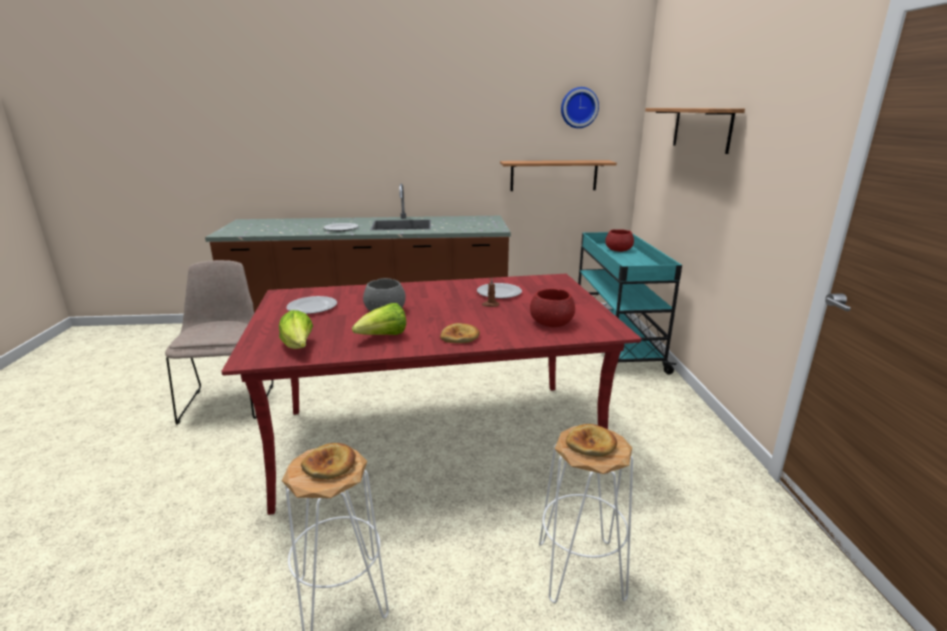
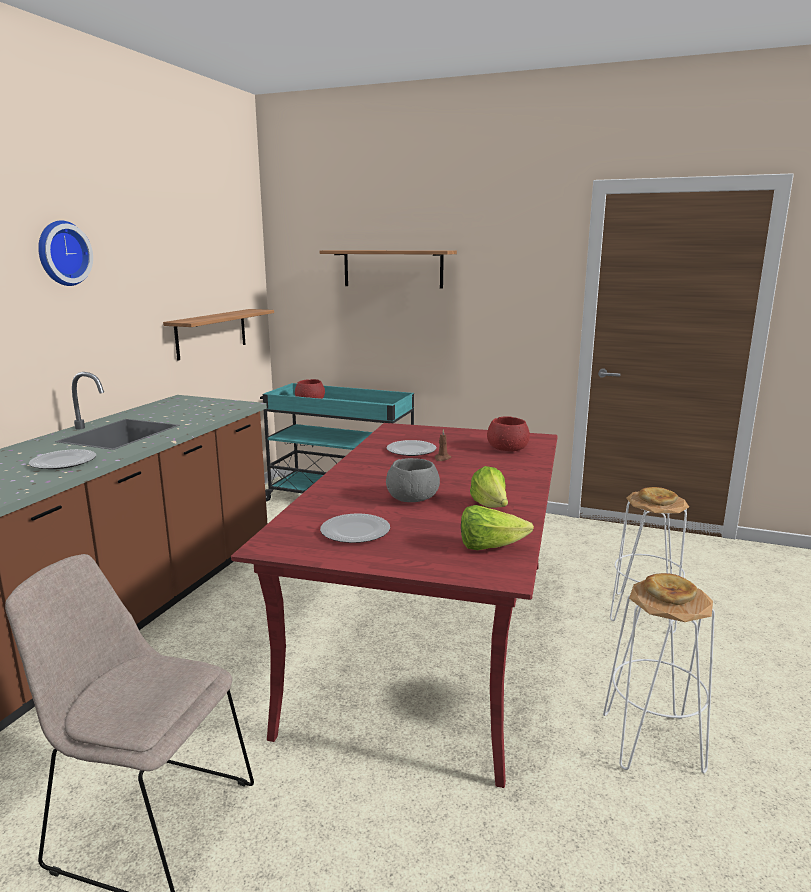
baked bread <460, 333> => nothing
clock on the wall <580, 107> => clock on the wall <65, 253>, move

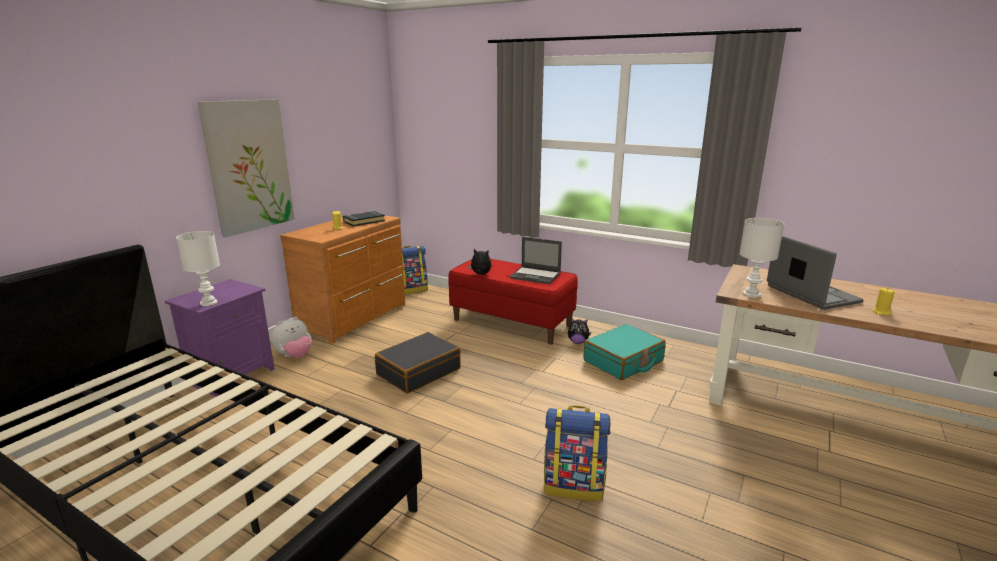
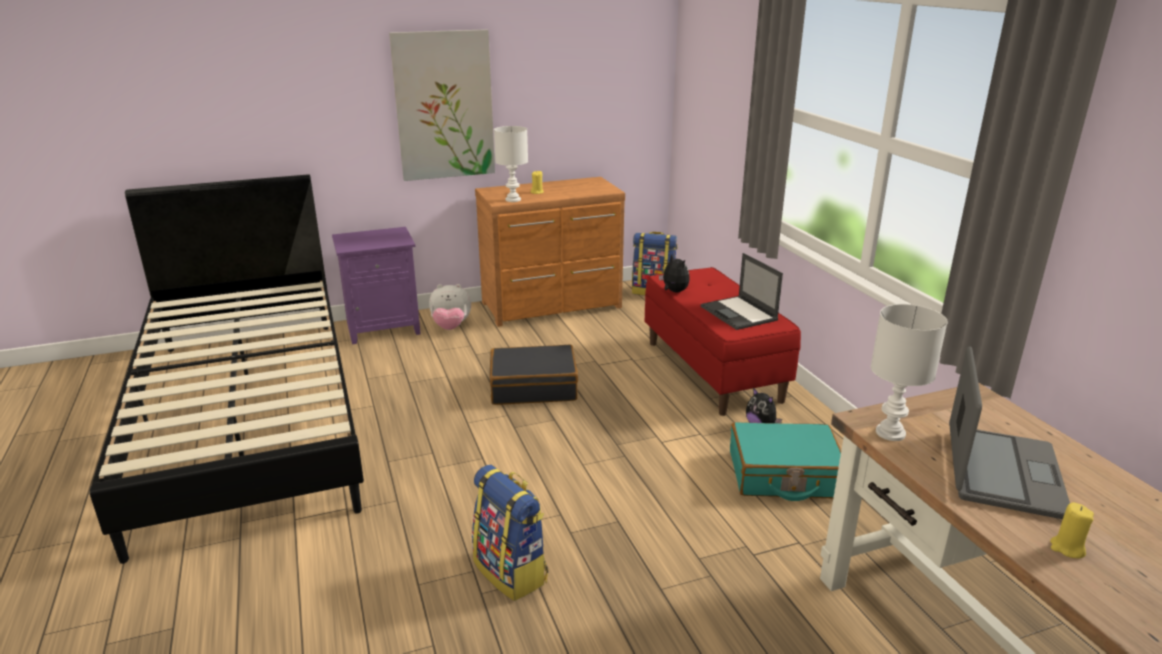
white-coloured tabletop lamp <198, 268> => white-coloured tabletop lamp <511, 164>, move
black-coloured volume <364, 219> => nothing

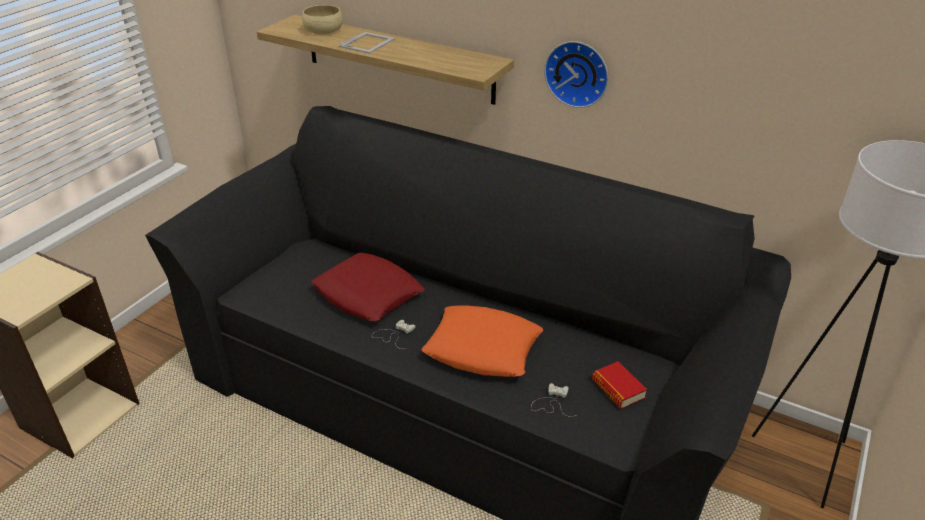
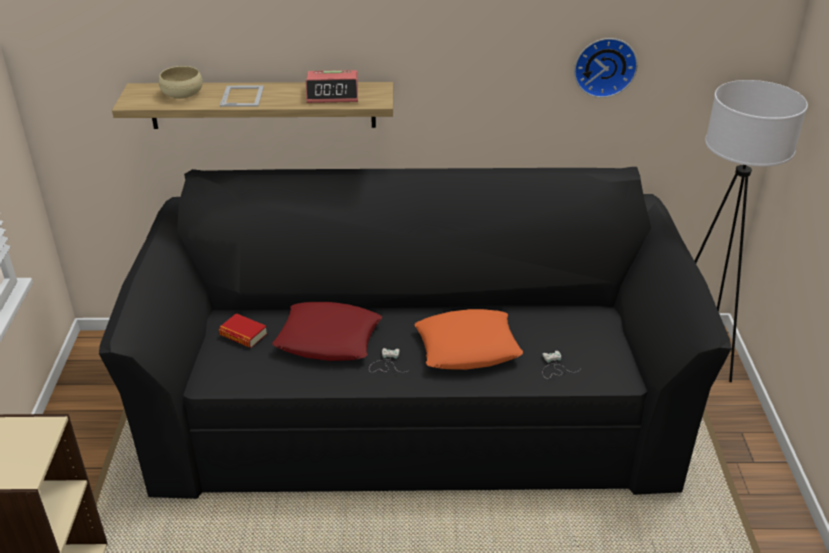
clock on the wall <576, 74> => clock on the wall <606, 68>, move
volume <619, 385> => volume <243, 330>, move
nothing => bedside clock <332, 86>

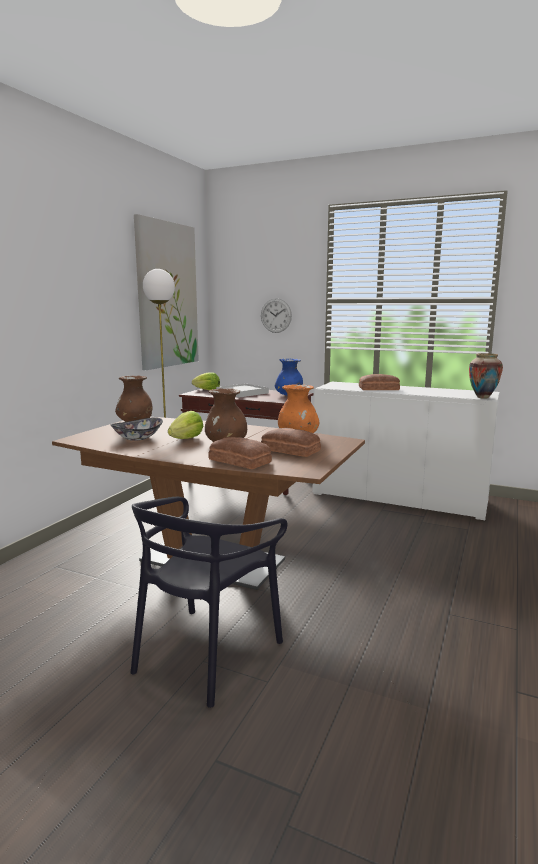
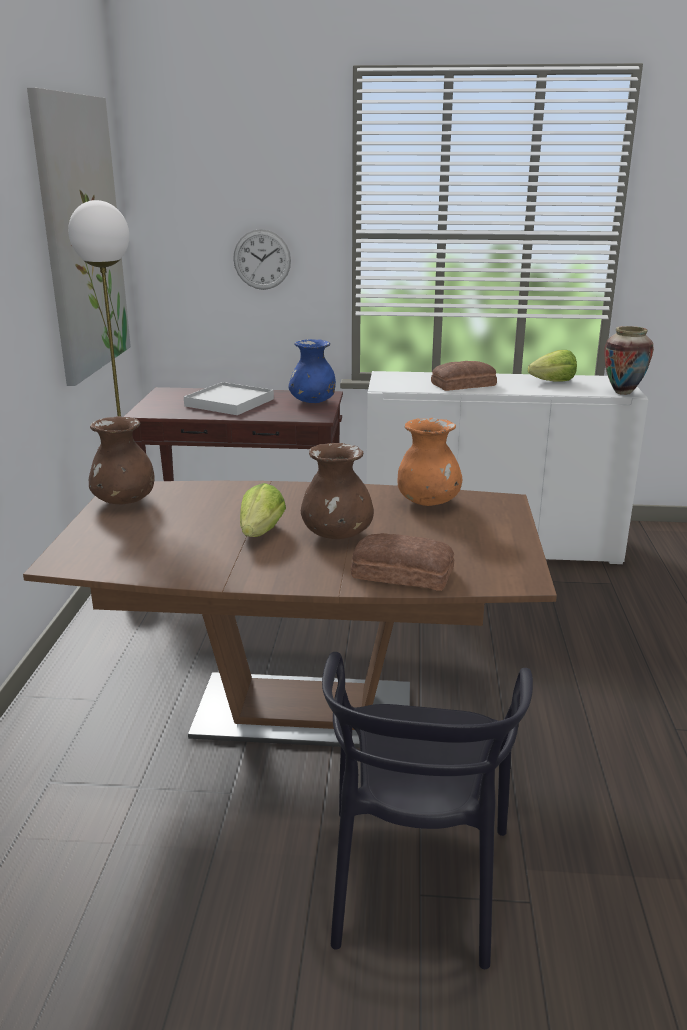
bowl <137, 429> => nothing
head of lettuce <206, 381> => head of lettuce <552, 366>, move
baked bread <291, 442> => nothing

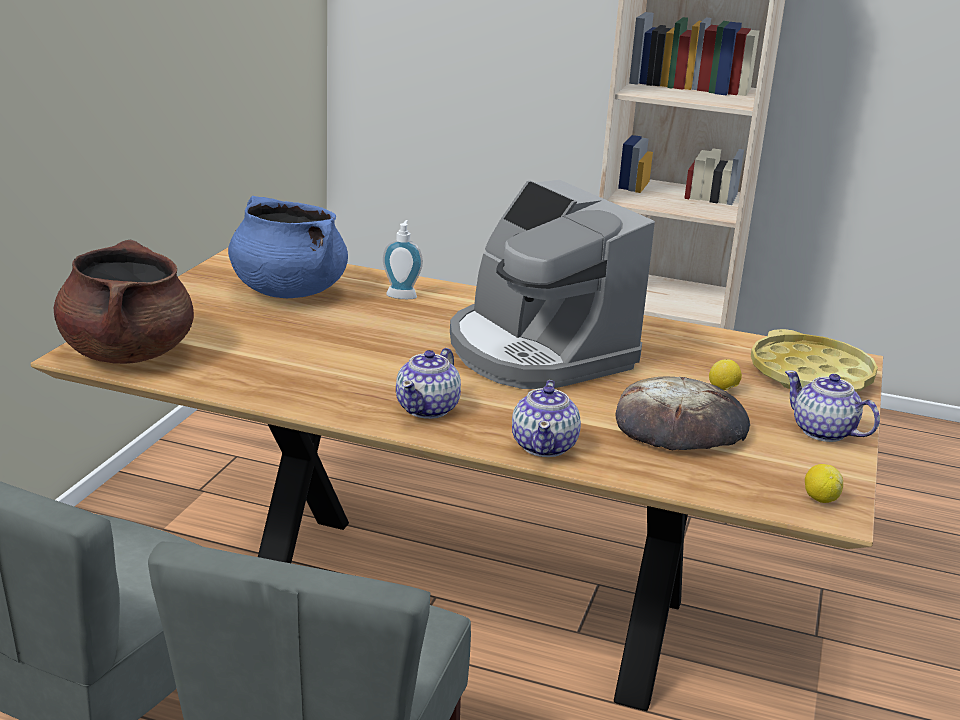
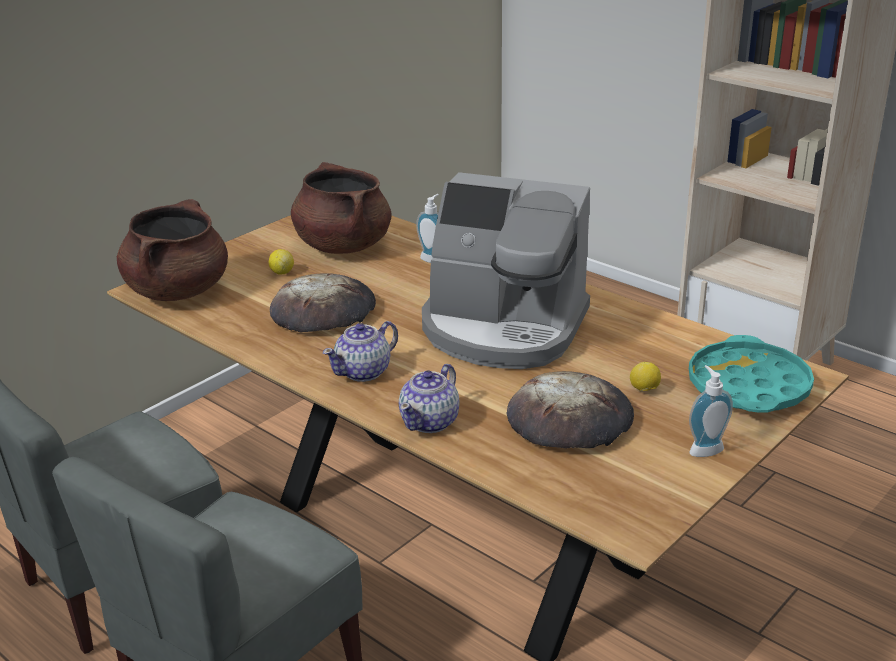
blue-coloured stockpot <288, 247> => brown-coloured stockpot <341, 208>
coffee brewer <552, 284> => coffee brewer <506, 270>, 60 degrees counterclockwise
yellowish carrying tray <814, 360> => blue-green carrying tray <751, 374>
tea pot <832, 406> => soap dispenser <711, 411>
citrus fruit <824, 483> => citrus fruit <281, 261>, move
nothing => baked bread <323, 302>

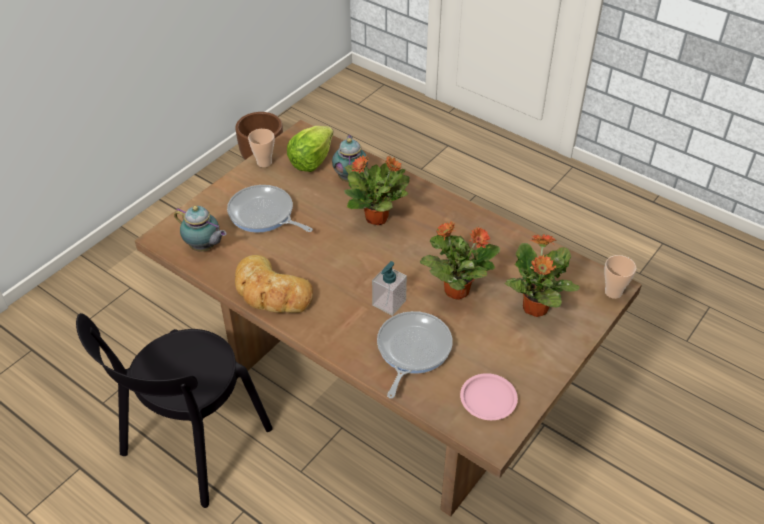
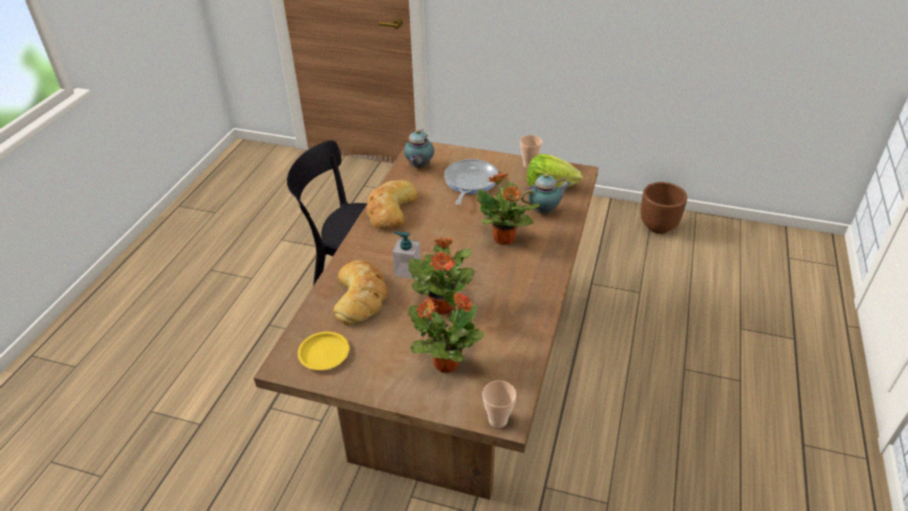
pan <415, 355> => baked bread <360, 292>
pink-coloured flat dish <489, 396> => yellowish flat dish <323, 351>

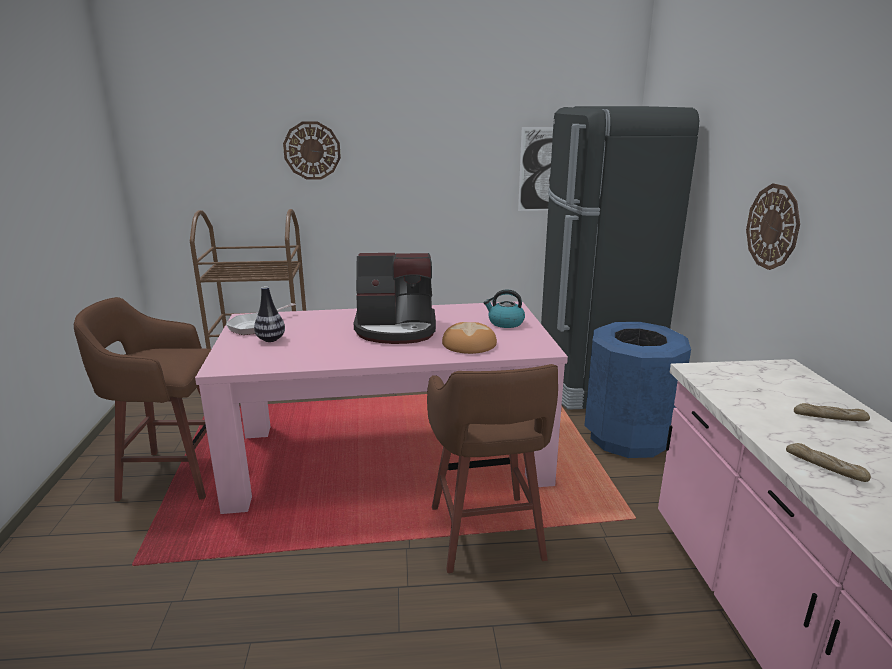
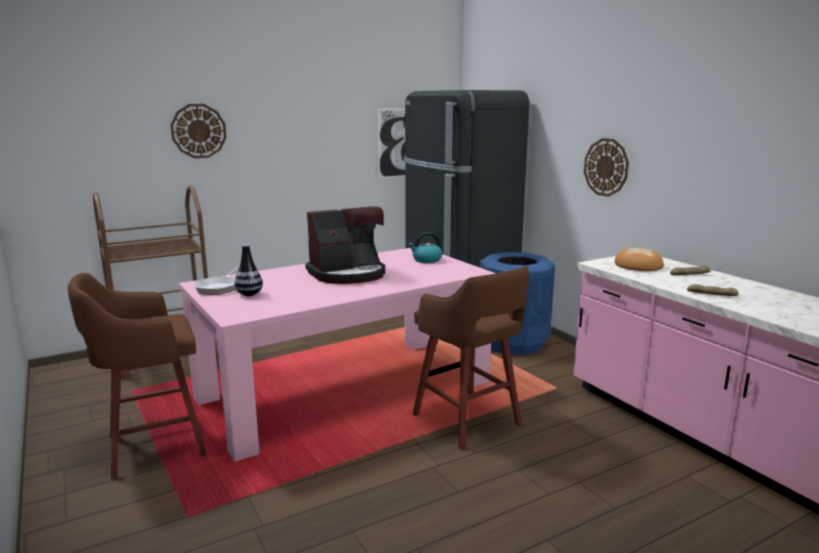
baked bread <469, 338> => baked bread <639, 259>, move

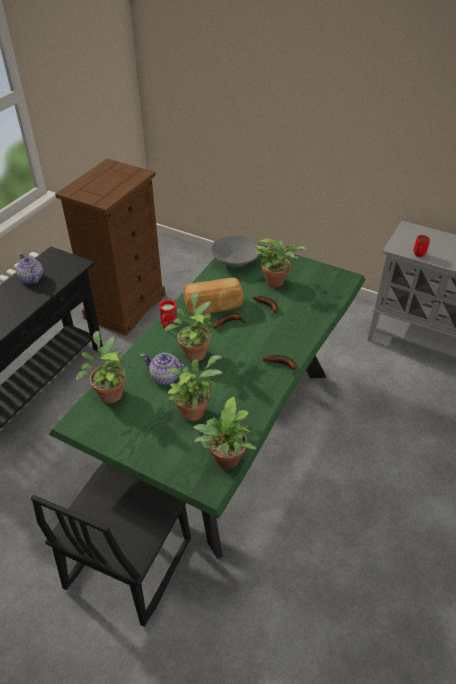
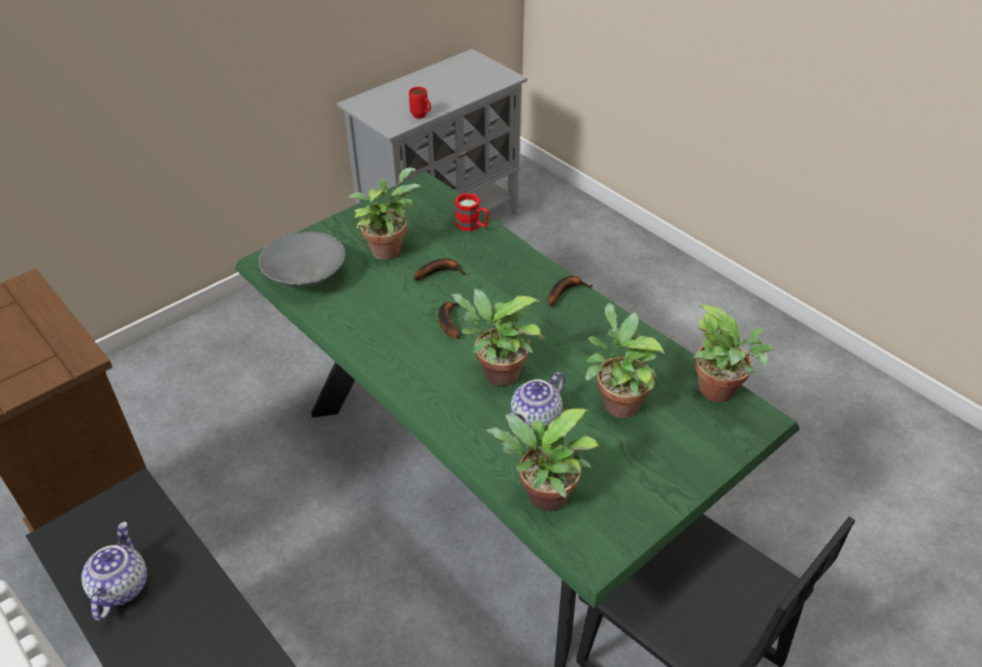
tea pot <29, 268> => tea pot <114, 571>, 105 degrees clockwise
reddish coffee mug <168, 313> => reddish coffee mug <472, 212>, move
baked bread <213, 296> => nothing

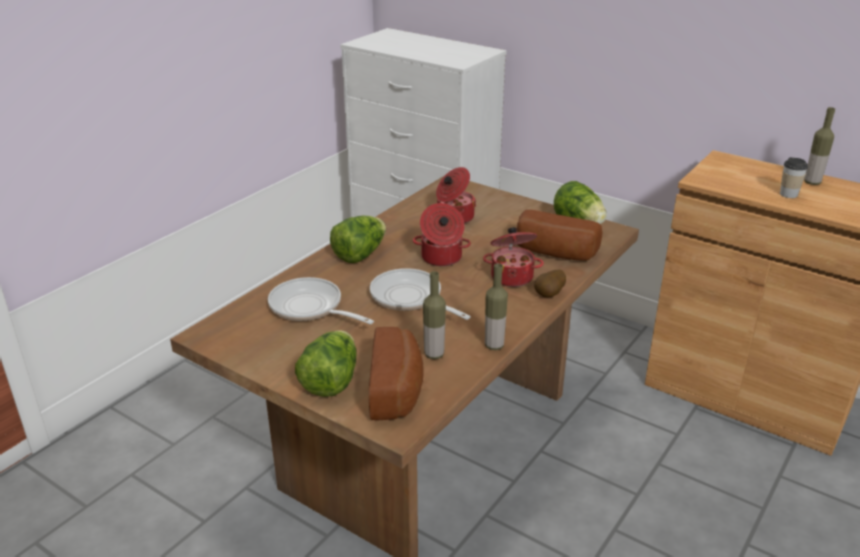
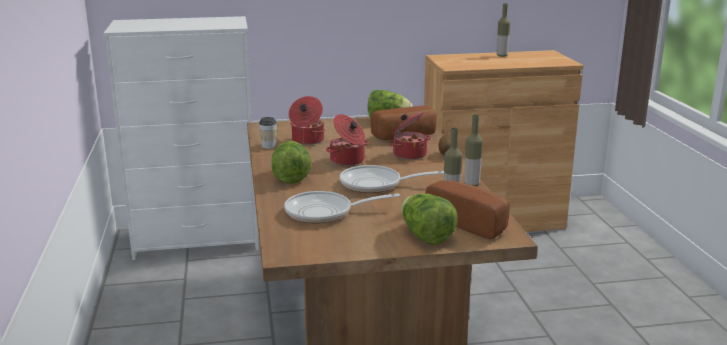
drinking cup <794, 177> => drinking cup <268, 133>, move

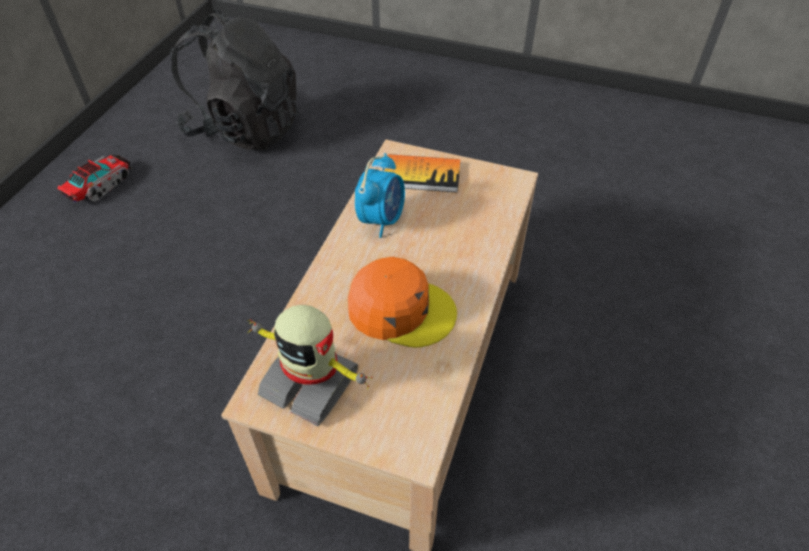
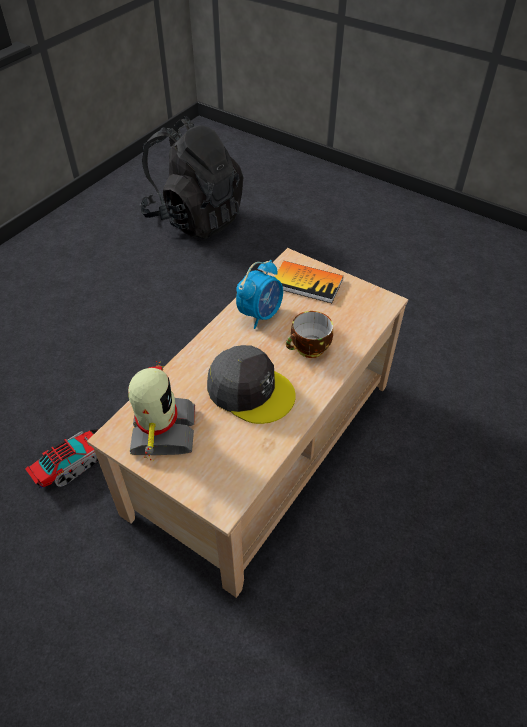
model truck <94, 178> => model truck <62, 458>, move
robot figure <310, 366> => robot figure <161, 411>, 135 degrees counterclockwise
orangey cap <402, 302> => gray cap <251, 384>
nothing => drinking cup <309, 334>

